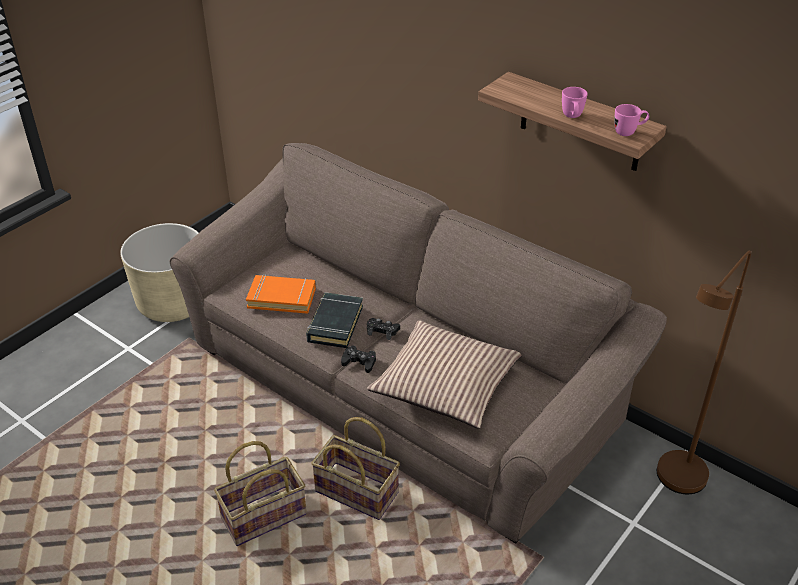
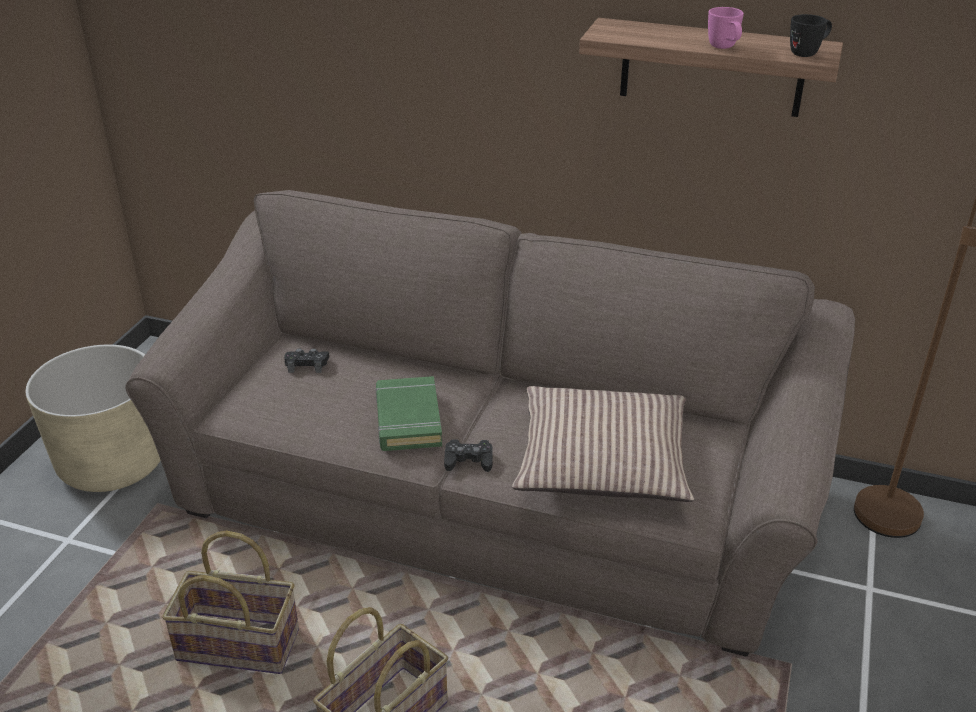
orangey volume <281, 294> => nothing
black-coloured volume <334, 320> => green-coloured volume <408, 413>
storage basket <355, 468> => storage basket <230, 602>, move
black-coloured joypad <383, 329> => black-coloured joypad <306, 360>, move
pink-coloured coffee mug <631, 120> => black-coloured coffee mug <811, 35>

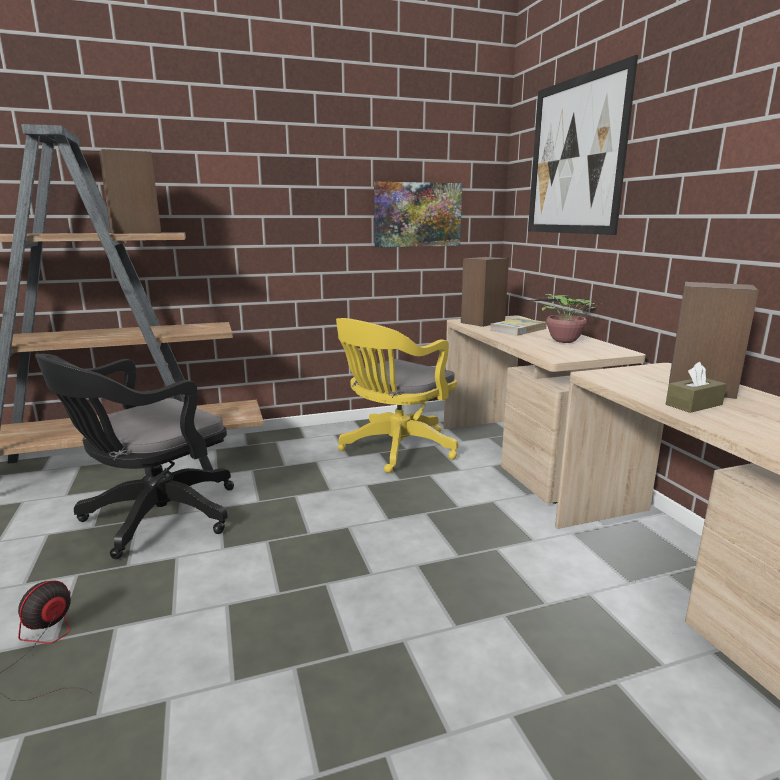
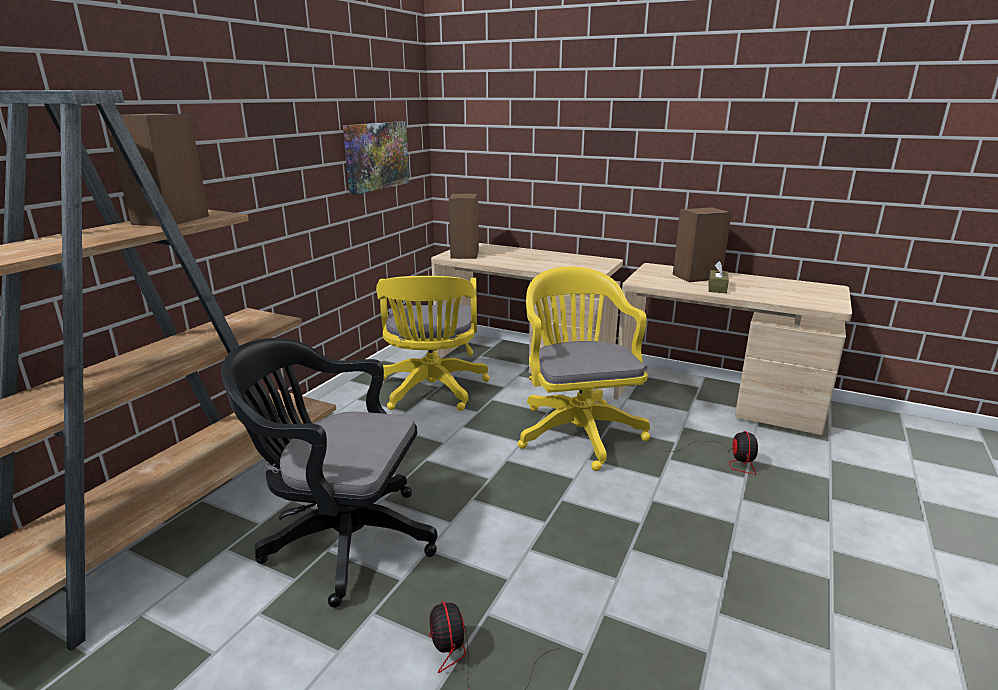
black-coloured desk chair <134, 456> => black-coloured desk chair <329, 473>, 105 degrees clockwise
volume <518, 327> => nothing
plant in a pot <563, 318> => nothing
wall picture <583, 145> => nothing
nothing => yellowish desk chair <584, 369>
nothing => electric fan <713, 453>

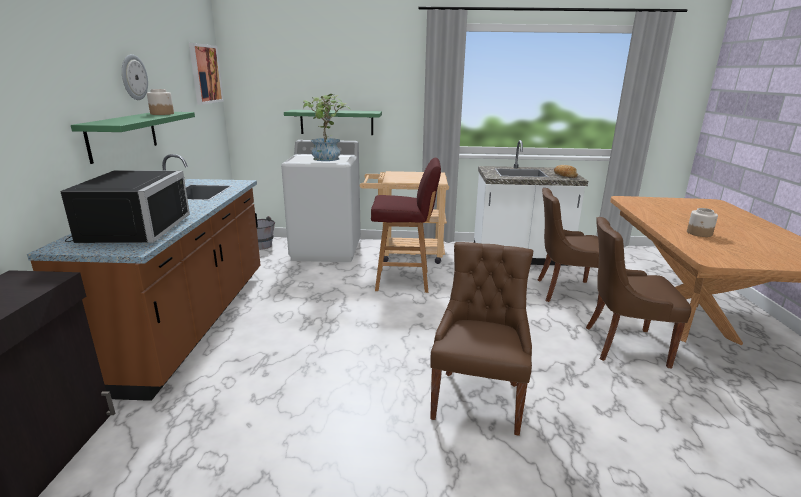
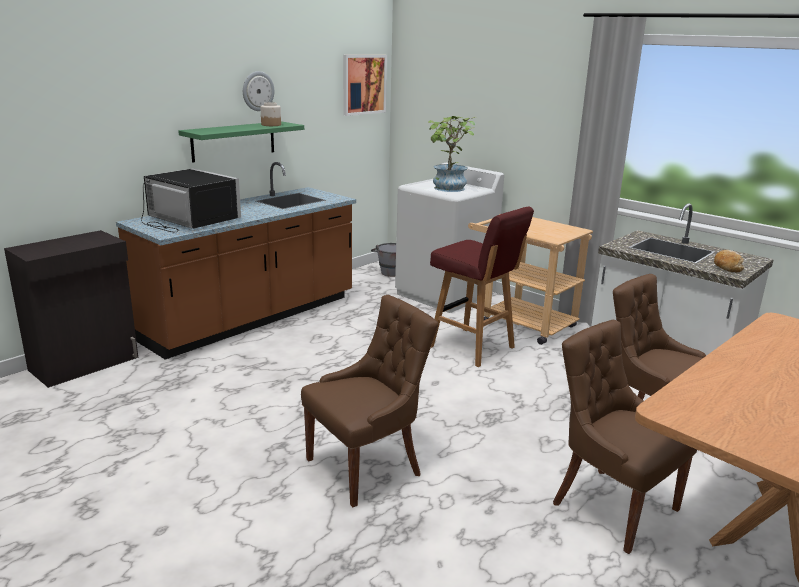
black-coloured microwave <125, 206> => black-coloured microwave <191, 200>, 90 degrees counterclockwise
green-coloured shelf <333, 122> => nothing
storage jar <702, 222> => nothing

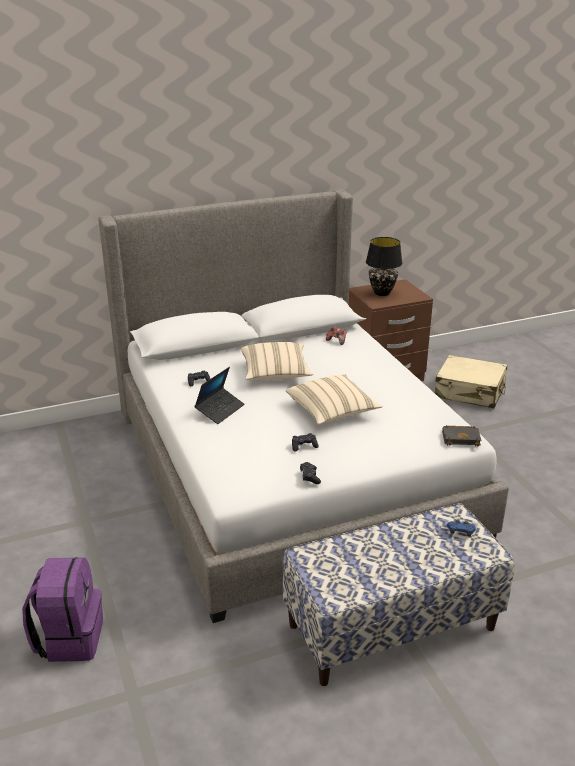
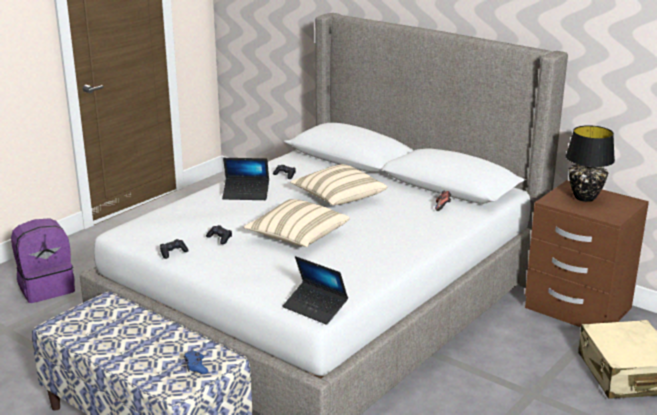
black-coloured volume <461, 435> => portable computer <315, 290>

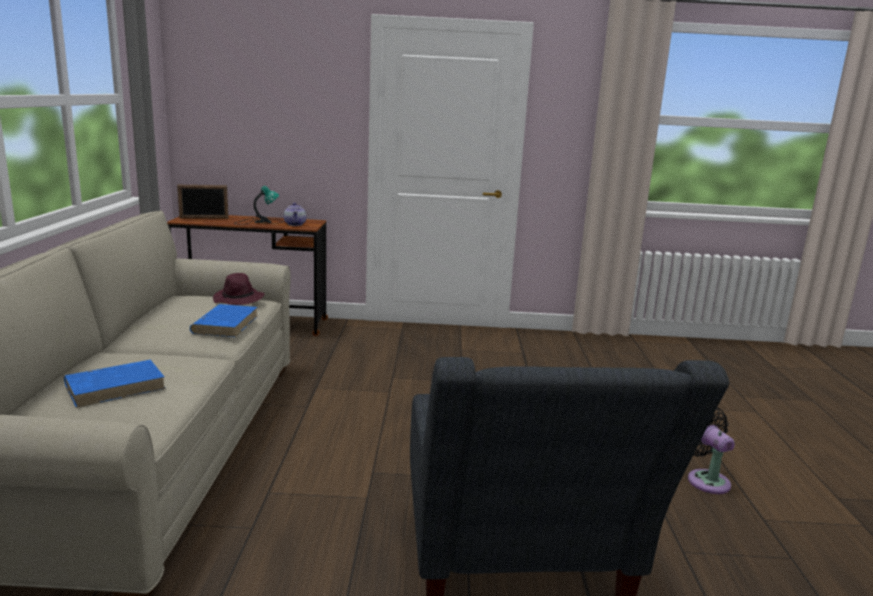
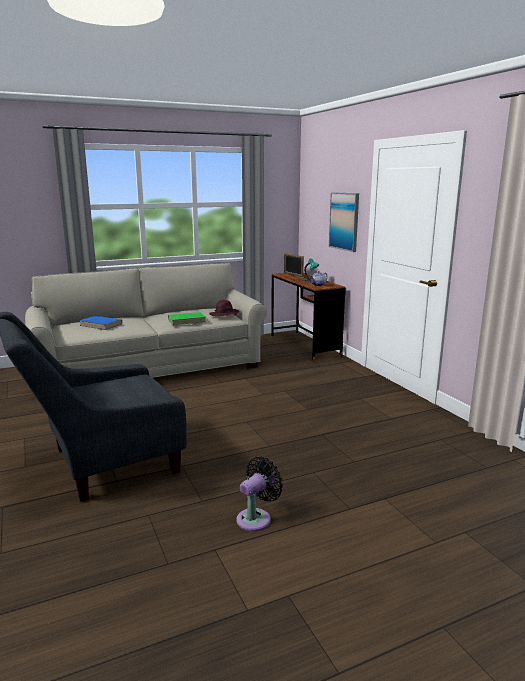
blue-coloured volume <224, 320> => green-coloured volume <186, 318>
nothing => wall picture <344, 222>

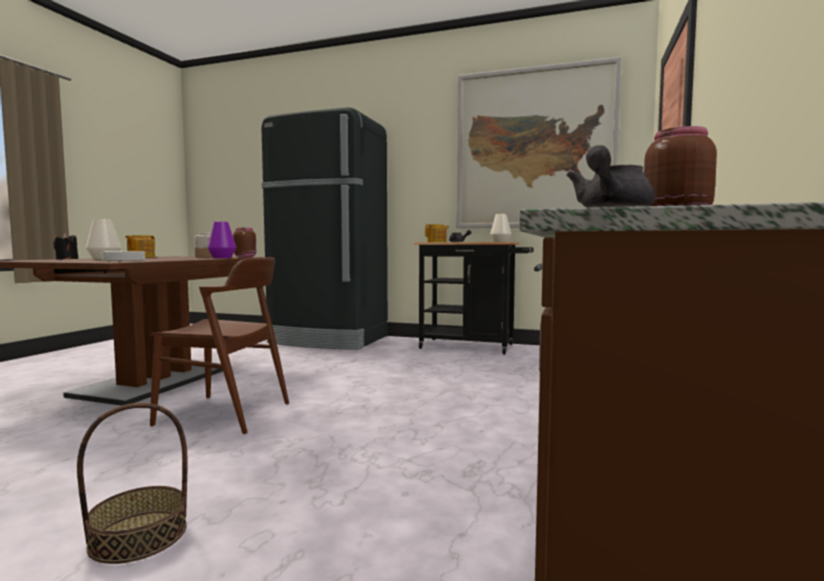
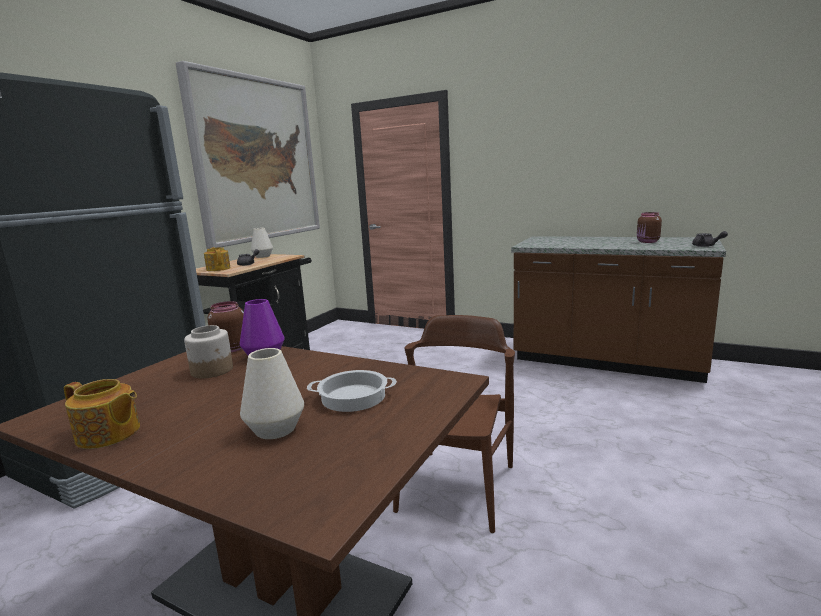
black-coloured candle <65, 246> => nothing
storage basket <132, 483> => nothing

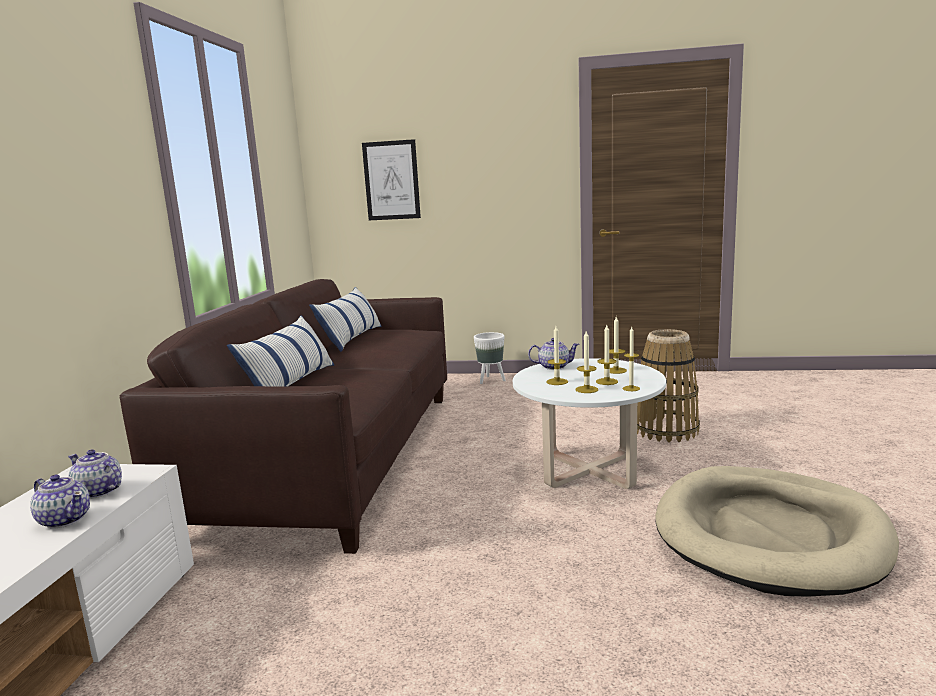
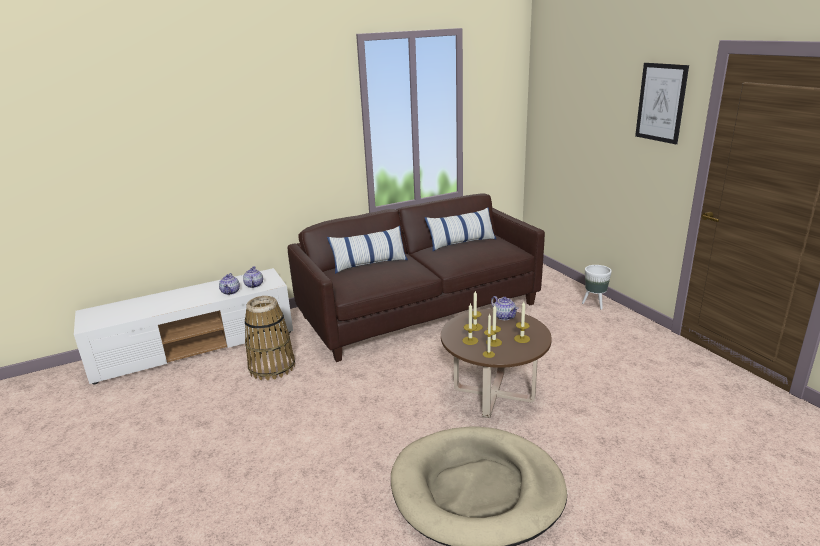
wall picture <391, 179> => wall picture <662, 103>, move
white-coloured lounge table <589, 423> => brown-coloured lounge table <496, 363>
storage basket <668, 386> => storage basket <270, 338>, move

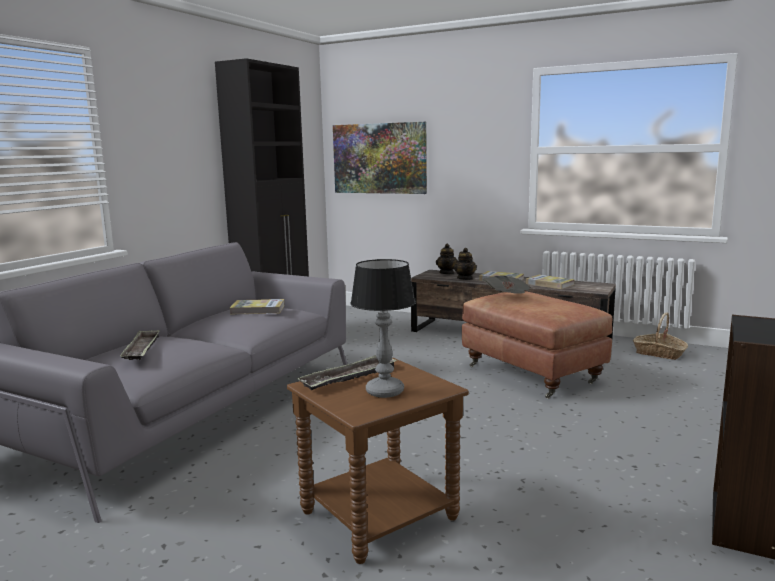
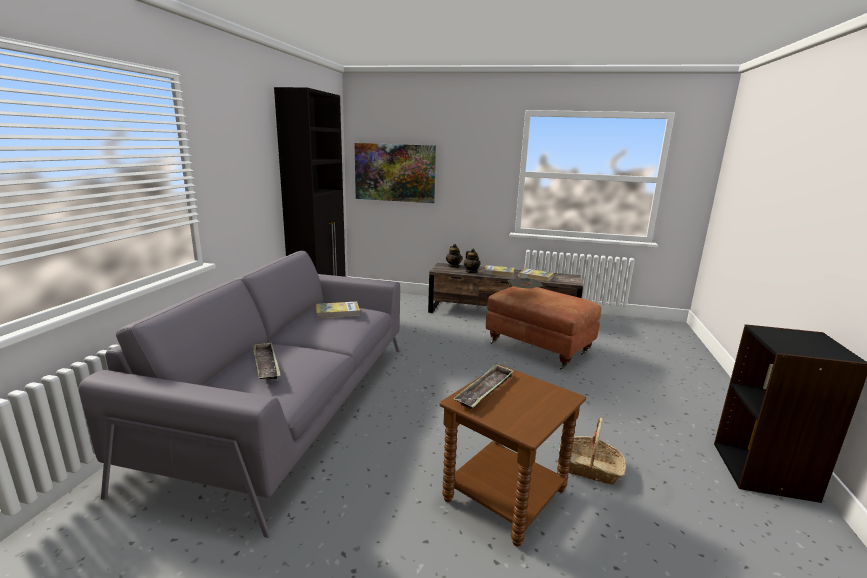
tabletop lamp <383, 328> => nothing
storage basket <660, 336> => storage basket <592, 451>, move

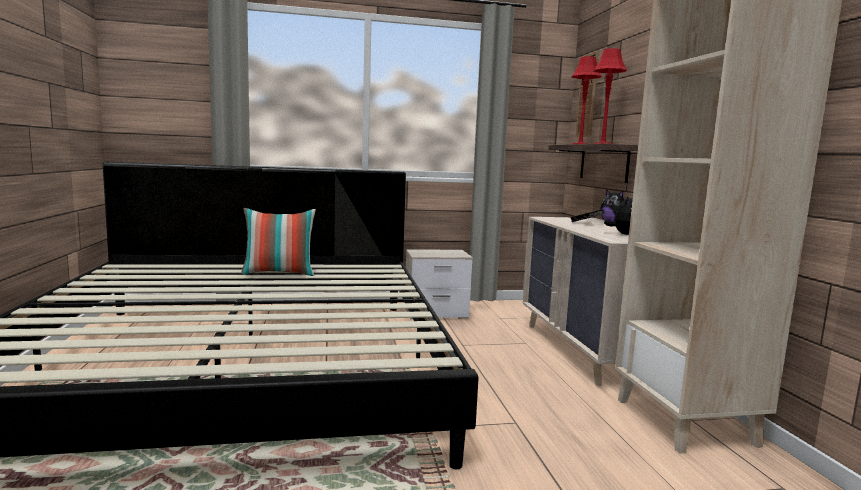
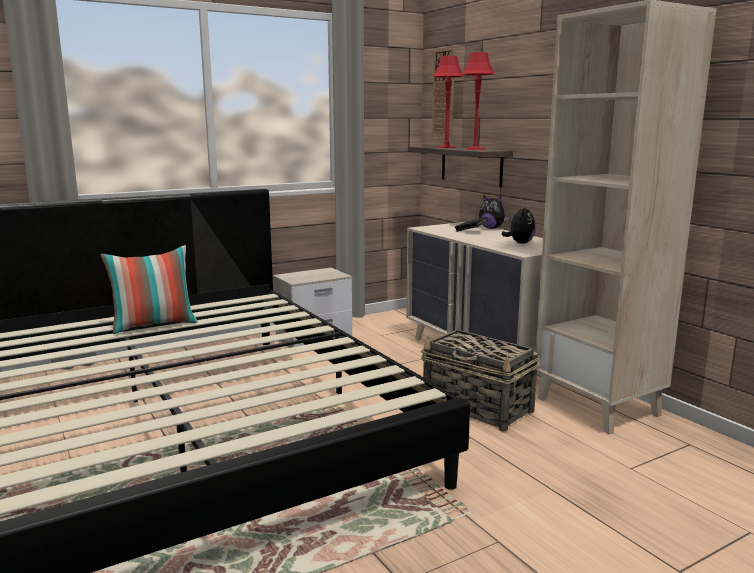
nothing => storage basket <480, 381>

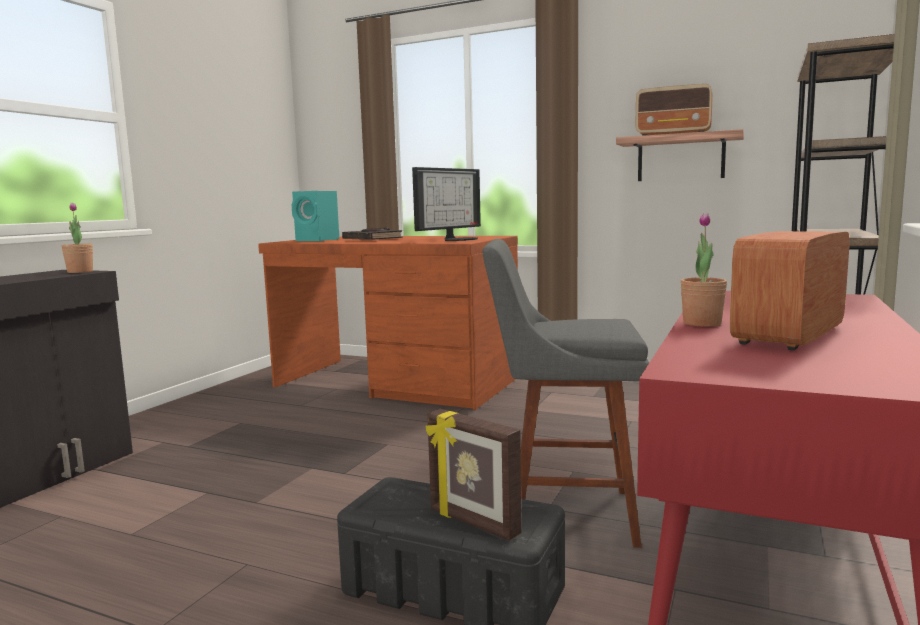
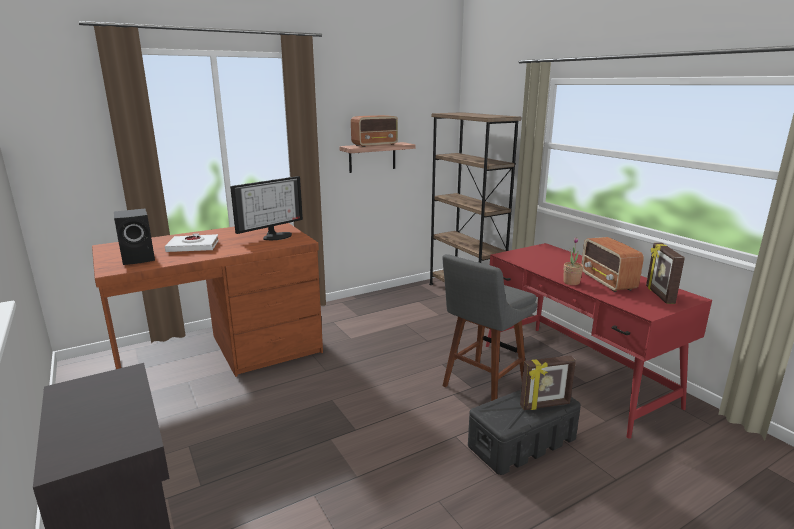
plant in a pot <77, 238> => nothing
blue-green speaker <315, 216> => black-coloured speaker <134, 236>
black-coloured volume <372, 234> => white-coloured volume <192, 243>
computer display <446, 204> => computer display <266, 208>, 60 degrees clockwise
nothing => standing frame <665, 273>

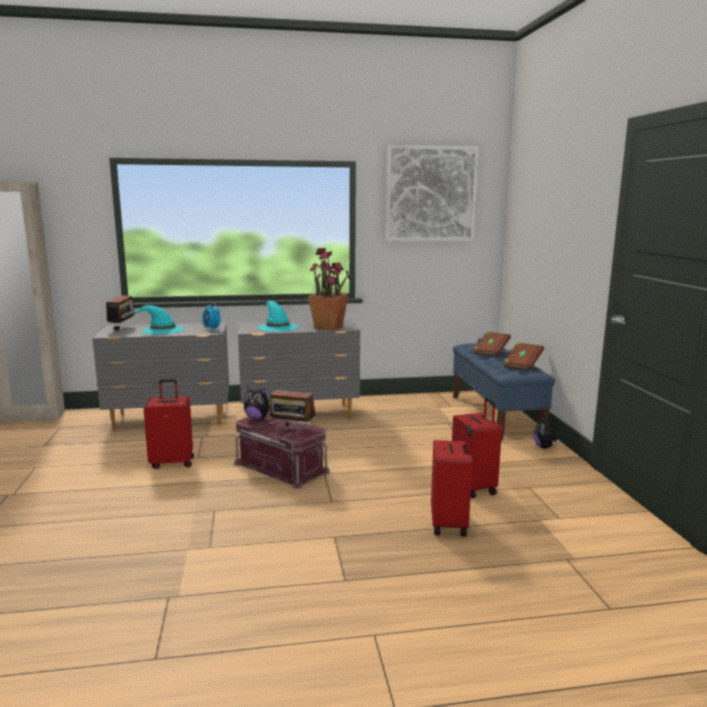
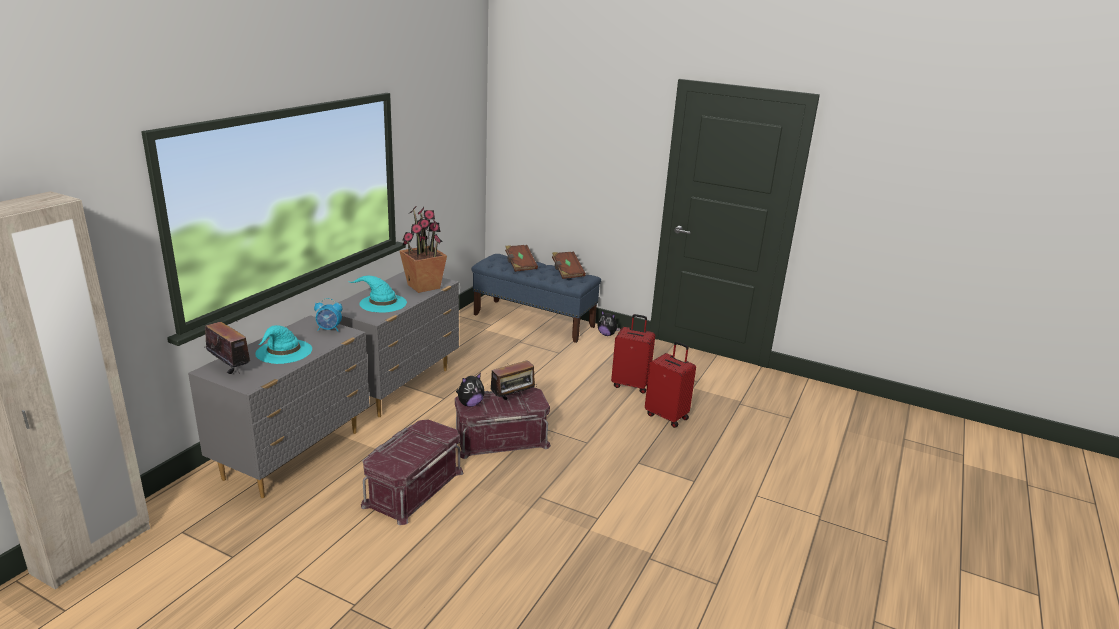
reddish piece of luggage <169, 424> => reddish storage container <412, 472>
wall picture <432, 193> => nothing

